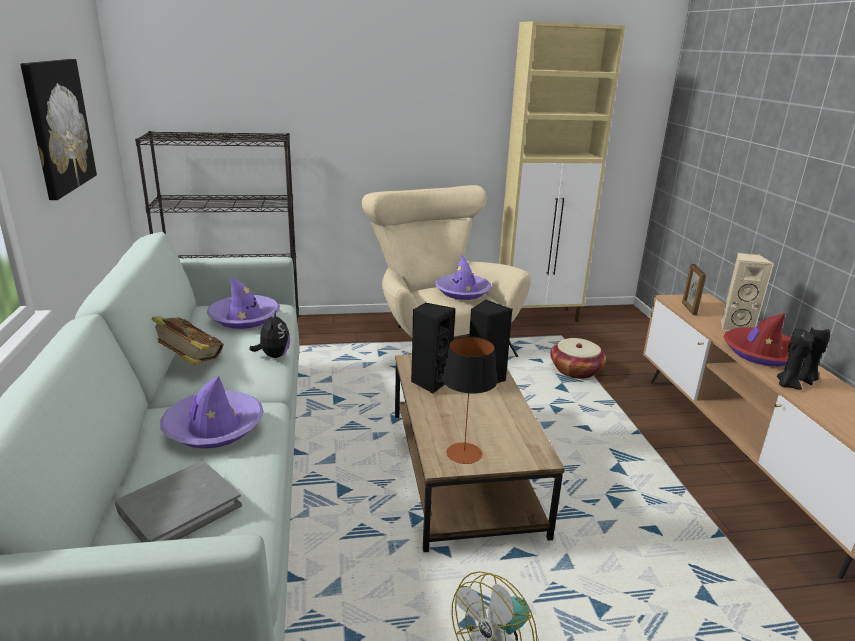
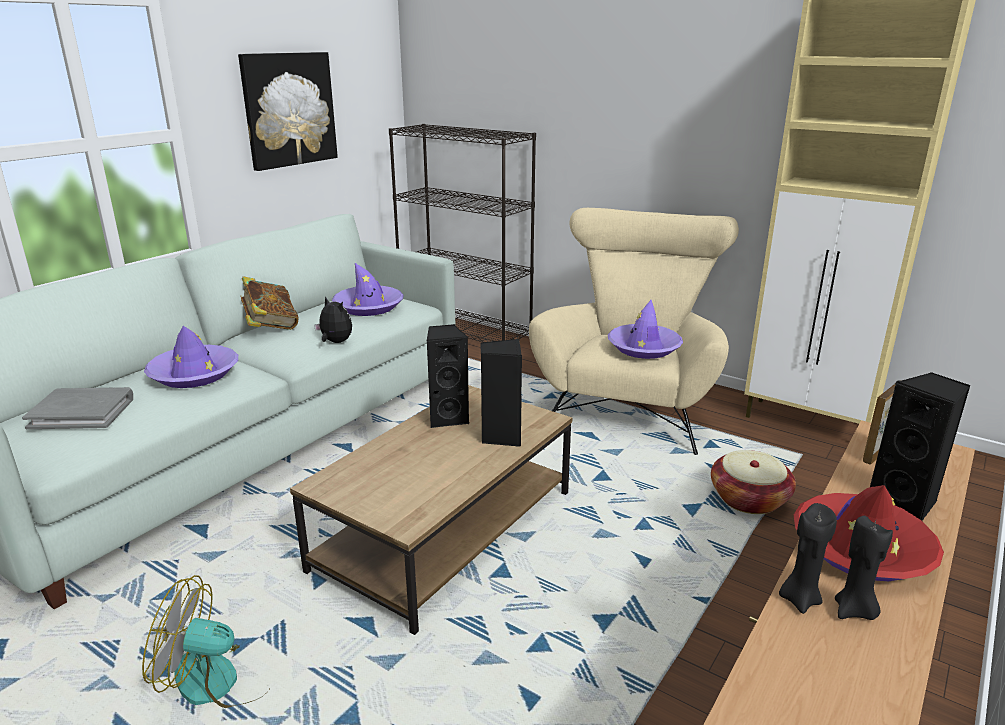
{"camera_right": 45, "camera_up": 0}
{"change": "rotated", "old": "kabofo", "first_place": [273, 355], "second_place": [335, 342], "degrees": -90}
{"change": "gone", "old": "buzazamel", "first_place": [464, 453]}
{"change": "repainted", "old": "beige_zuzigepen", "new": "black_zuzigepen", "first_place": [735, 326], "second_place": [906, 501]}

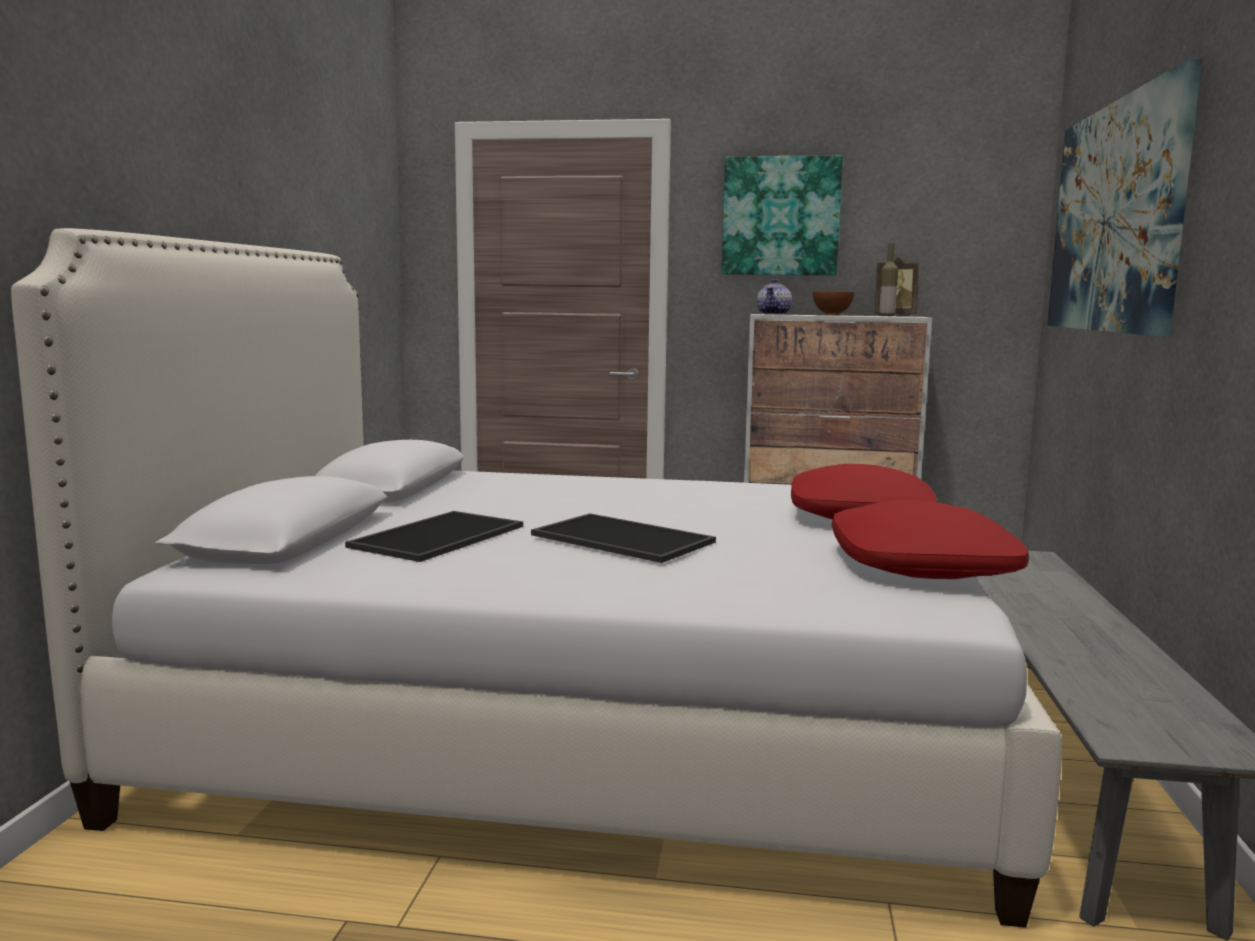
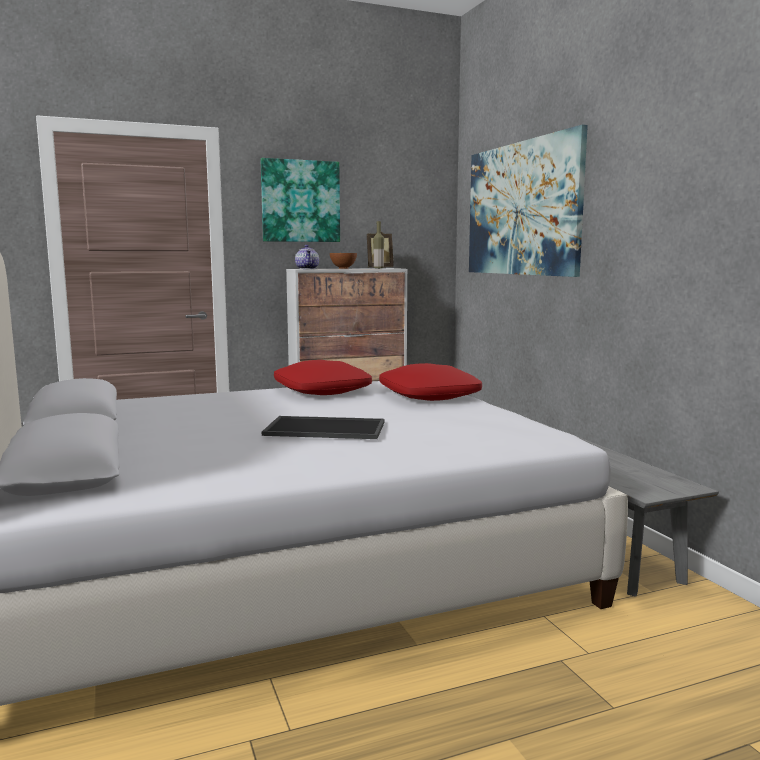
{"camera_right": -30, "camera_up": 0}
{"change": "gone", "old": "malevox", "first_place": [439, 537]}
{"change": "shifted", "old": "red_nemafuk", "first_place": [920, 565], "second_place": [321, 391]}

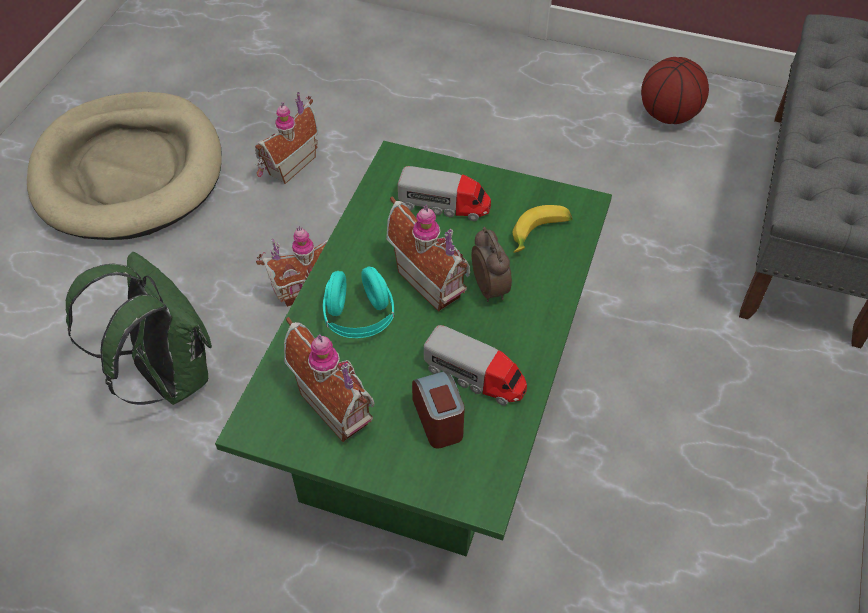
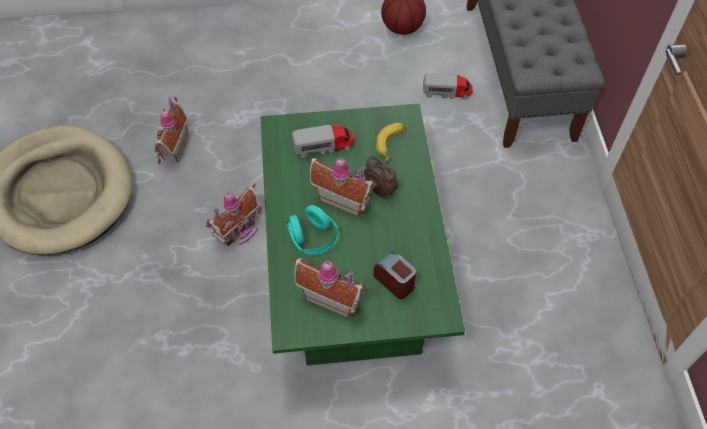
{"camera_right": -25, "camera_up": 5}
{"change": "gone", "old": "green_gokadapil", "first_place": [167, 376]}
{"change": "shifted", "old": "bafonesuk", "first_place": [475, 376], "second_place": [447, 92]}

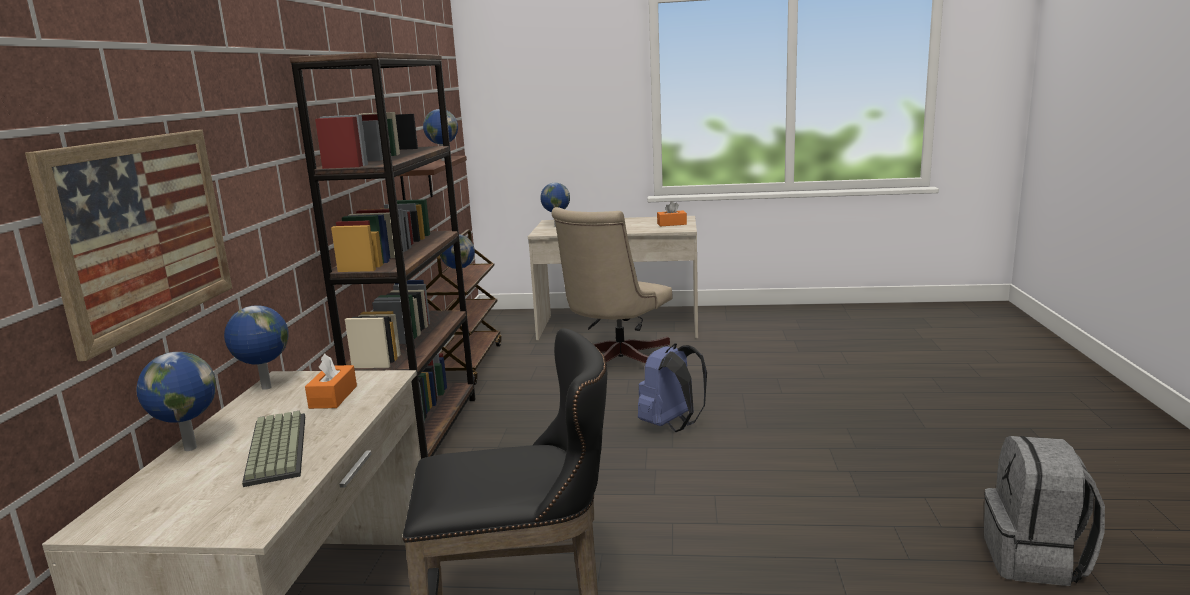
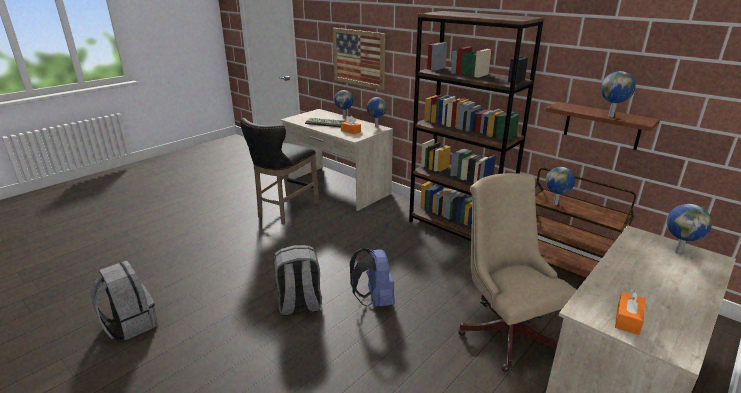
{"camera_right": 125, "camera_up": 10}
{"change": "new", "new": "grey_gokadapil", "second_place": [299, 305]}

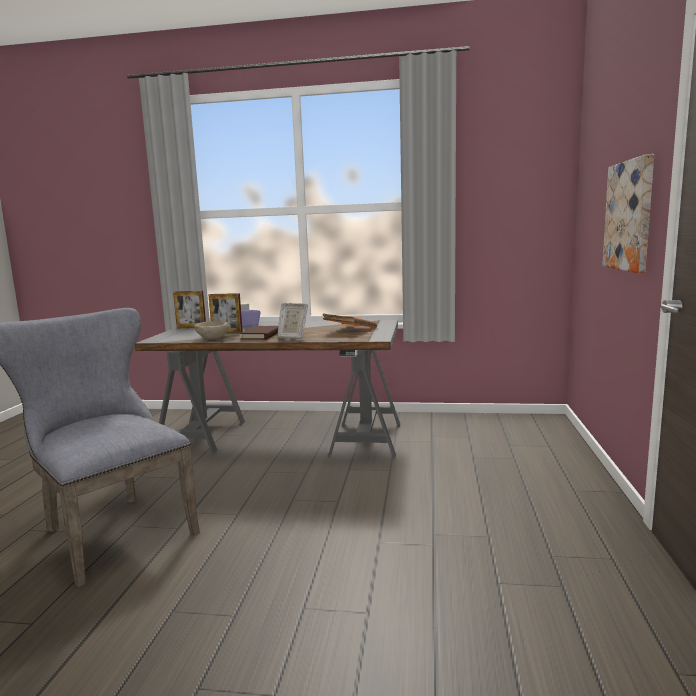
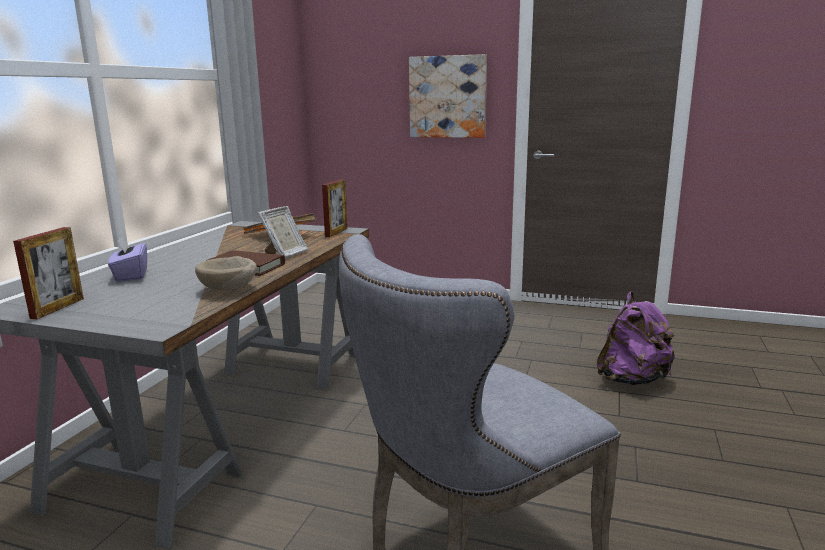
{"camera_right": -80, "camera_up": 5}
{"change": "shifted", "old": "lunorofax", "first_place": [227, 333], "second_place": [336, 232]}
{"change": "new", "new": "purple_gokadapil", "second_place": [632, 380]}

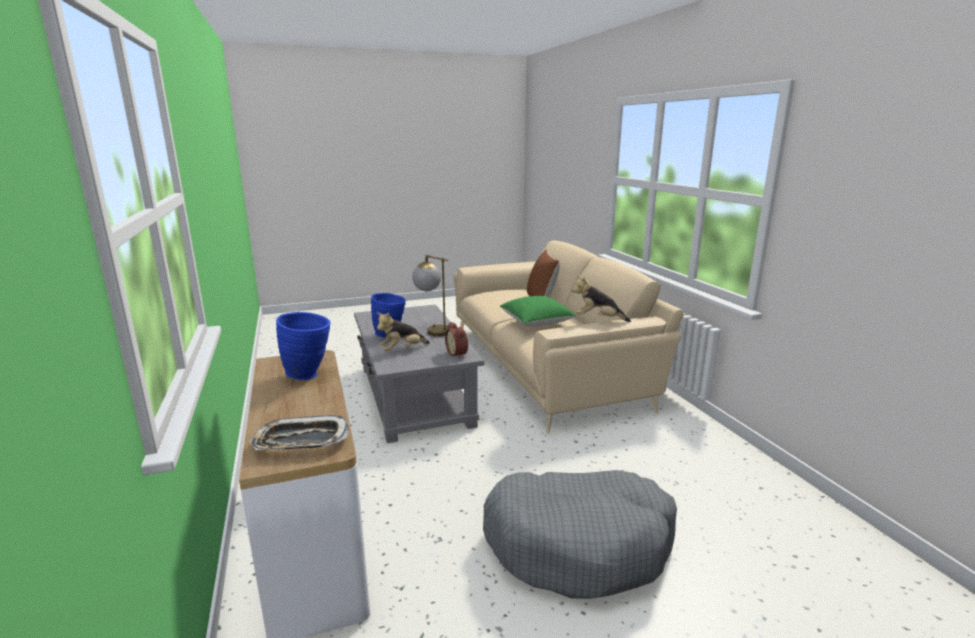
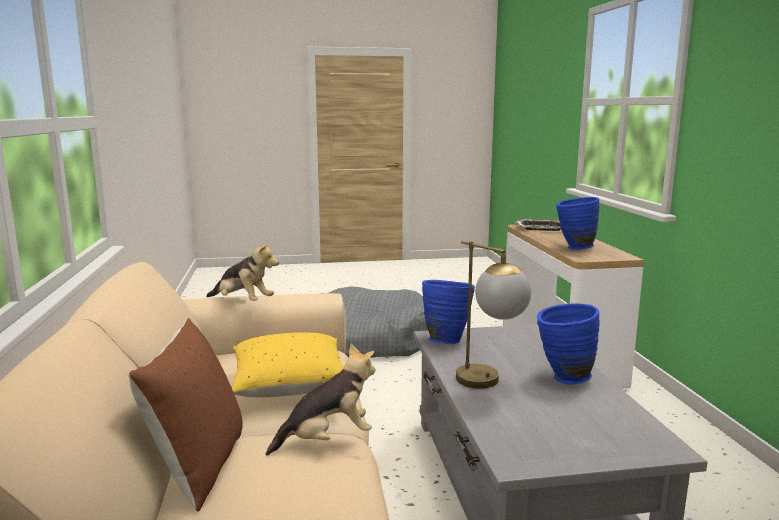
{"camera_right": -170, "camera_up": -5}
{"change": "shifted", "old": "kabofo", "first_place": [402, 350], "second_place": [328, 439]}
{"change": "swapped", "old": "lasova", "new": "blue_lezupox", "first_place": [458, 354], "second_place": [446, 340]}
{"change": "repainted", "old": "green_nemafuk", "new": "yellow_nemafuk", "first_place": [536, 322], "second_place": [289, 386]}

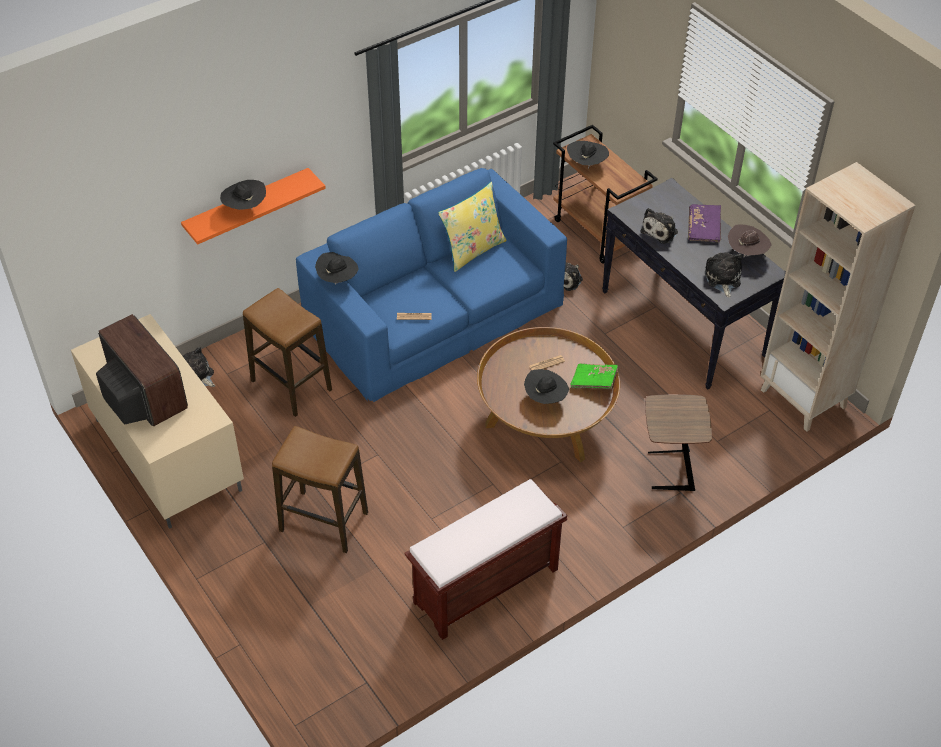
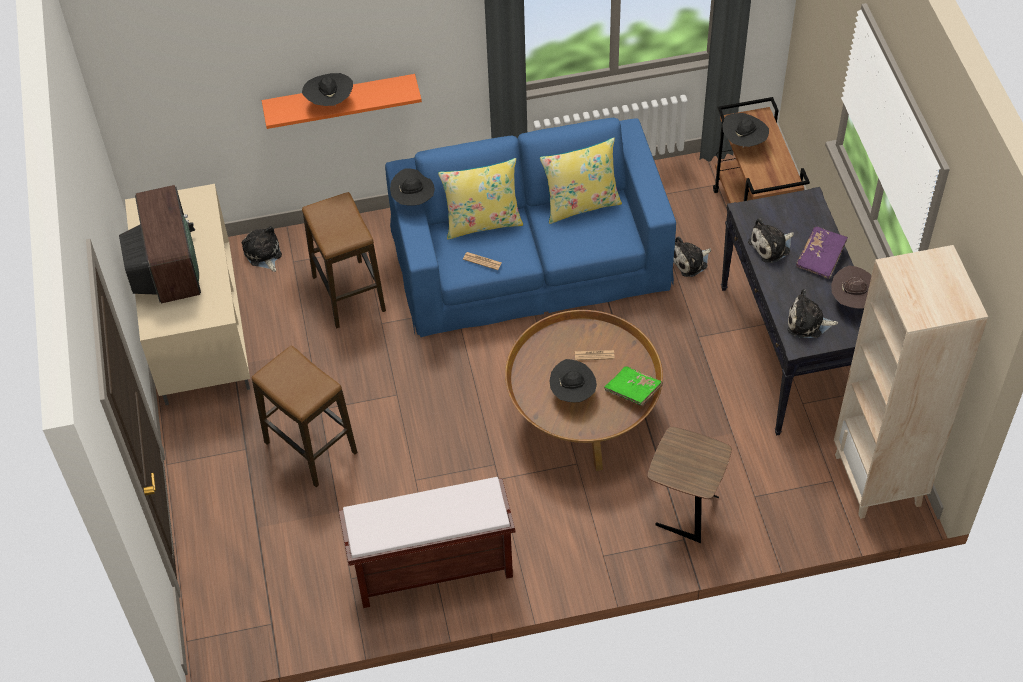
{"camera_right": 25, "camera_up": 5}
{"change": "rotated", "old": "kabofo", "first_place": [722, 279], "second_place": [808, 323], "degrees": -105}
{"change": "new", "new": "yellow_nemafuk", "second_place": [482, 222]}

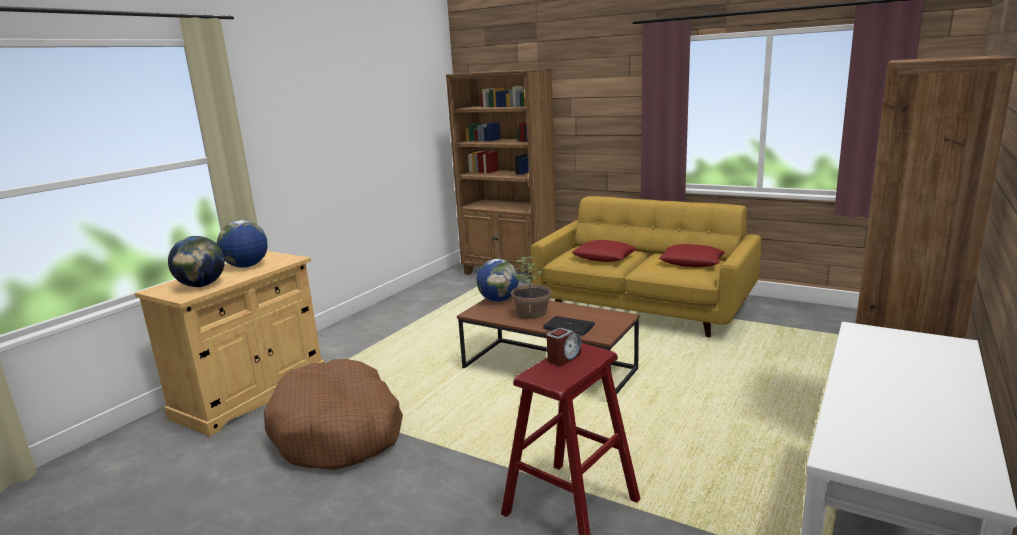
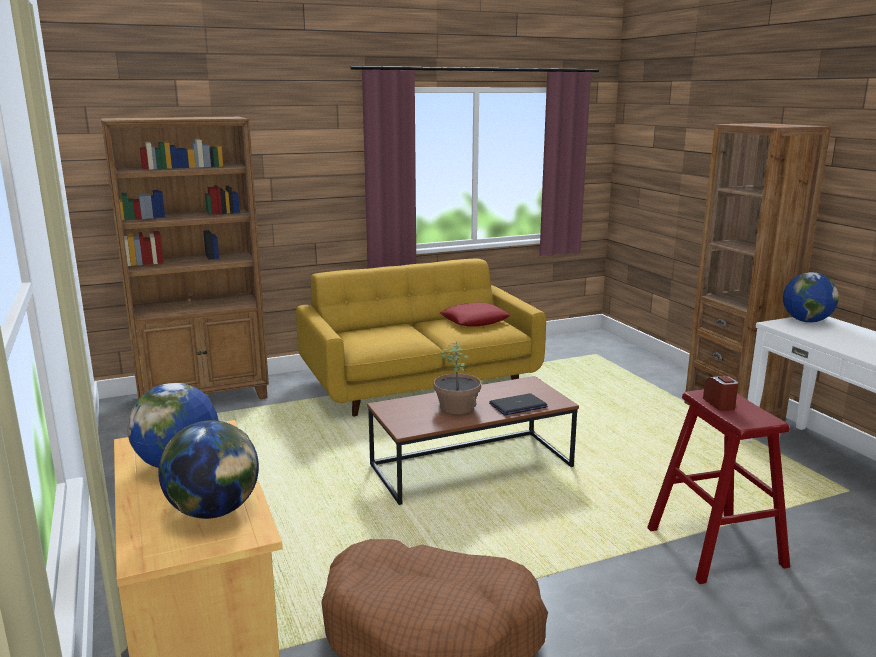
{"camera_right": -55, "camera_up": 0}
{"change": "shifted", "old": "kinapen", "first_place": [498, 300], "second_place": [806, 321]}
{"change": "gone", "old": "red_nemafuk", "first_place": [604, 257]}

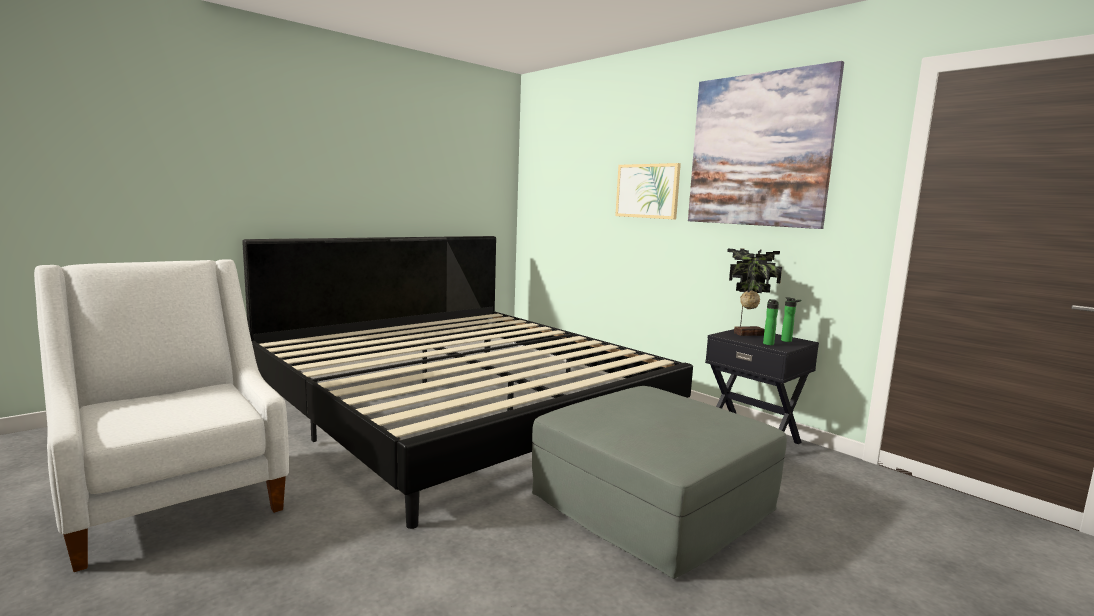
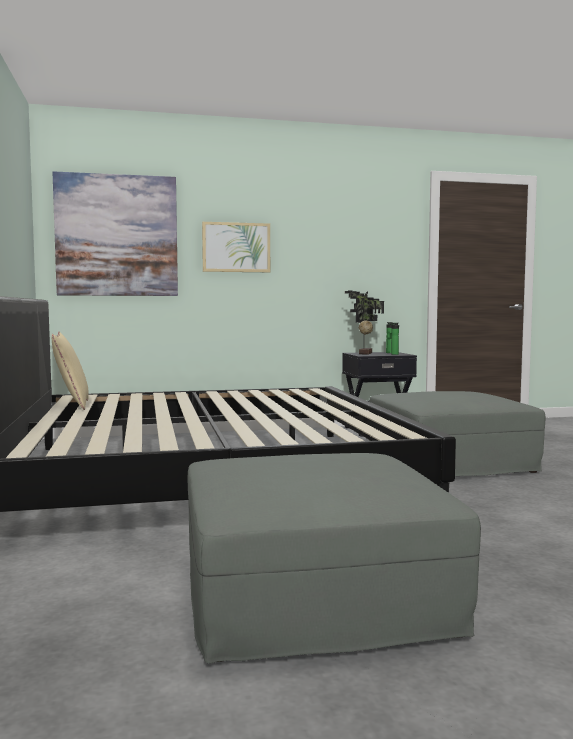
{"camera_right": -60, "camera_up": -5}
{"change": "swapped", "old": "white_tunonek", "new": "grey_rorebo", "first_place": [174, 498], "second_place": [311, 592]}
{"change": "shifted", "old": "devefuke", "first_place": [758, 150], "second_place": [117, 235]}
{"change": "new", "new": "beige_nemafuk", "second_place": [72, 405]}

